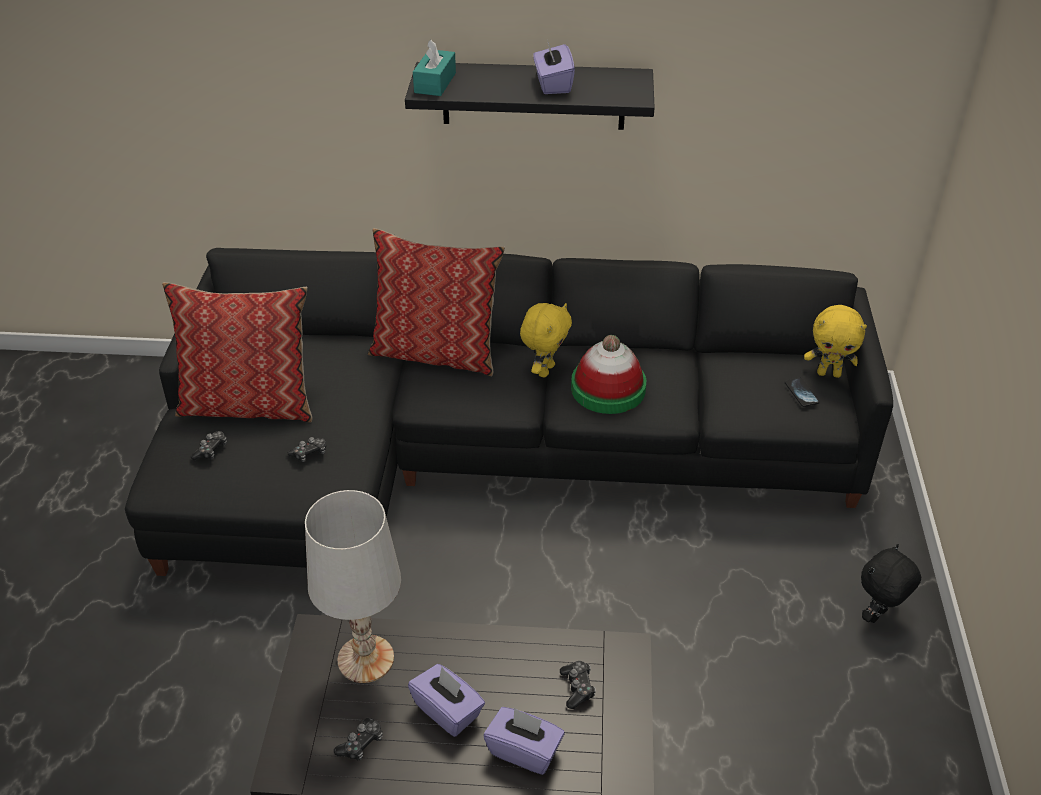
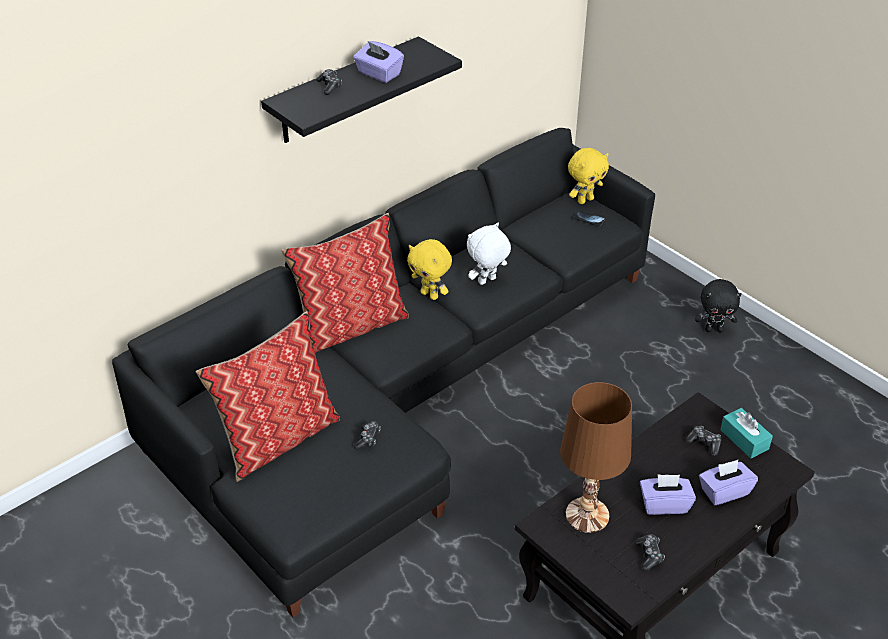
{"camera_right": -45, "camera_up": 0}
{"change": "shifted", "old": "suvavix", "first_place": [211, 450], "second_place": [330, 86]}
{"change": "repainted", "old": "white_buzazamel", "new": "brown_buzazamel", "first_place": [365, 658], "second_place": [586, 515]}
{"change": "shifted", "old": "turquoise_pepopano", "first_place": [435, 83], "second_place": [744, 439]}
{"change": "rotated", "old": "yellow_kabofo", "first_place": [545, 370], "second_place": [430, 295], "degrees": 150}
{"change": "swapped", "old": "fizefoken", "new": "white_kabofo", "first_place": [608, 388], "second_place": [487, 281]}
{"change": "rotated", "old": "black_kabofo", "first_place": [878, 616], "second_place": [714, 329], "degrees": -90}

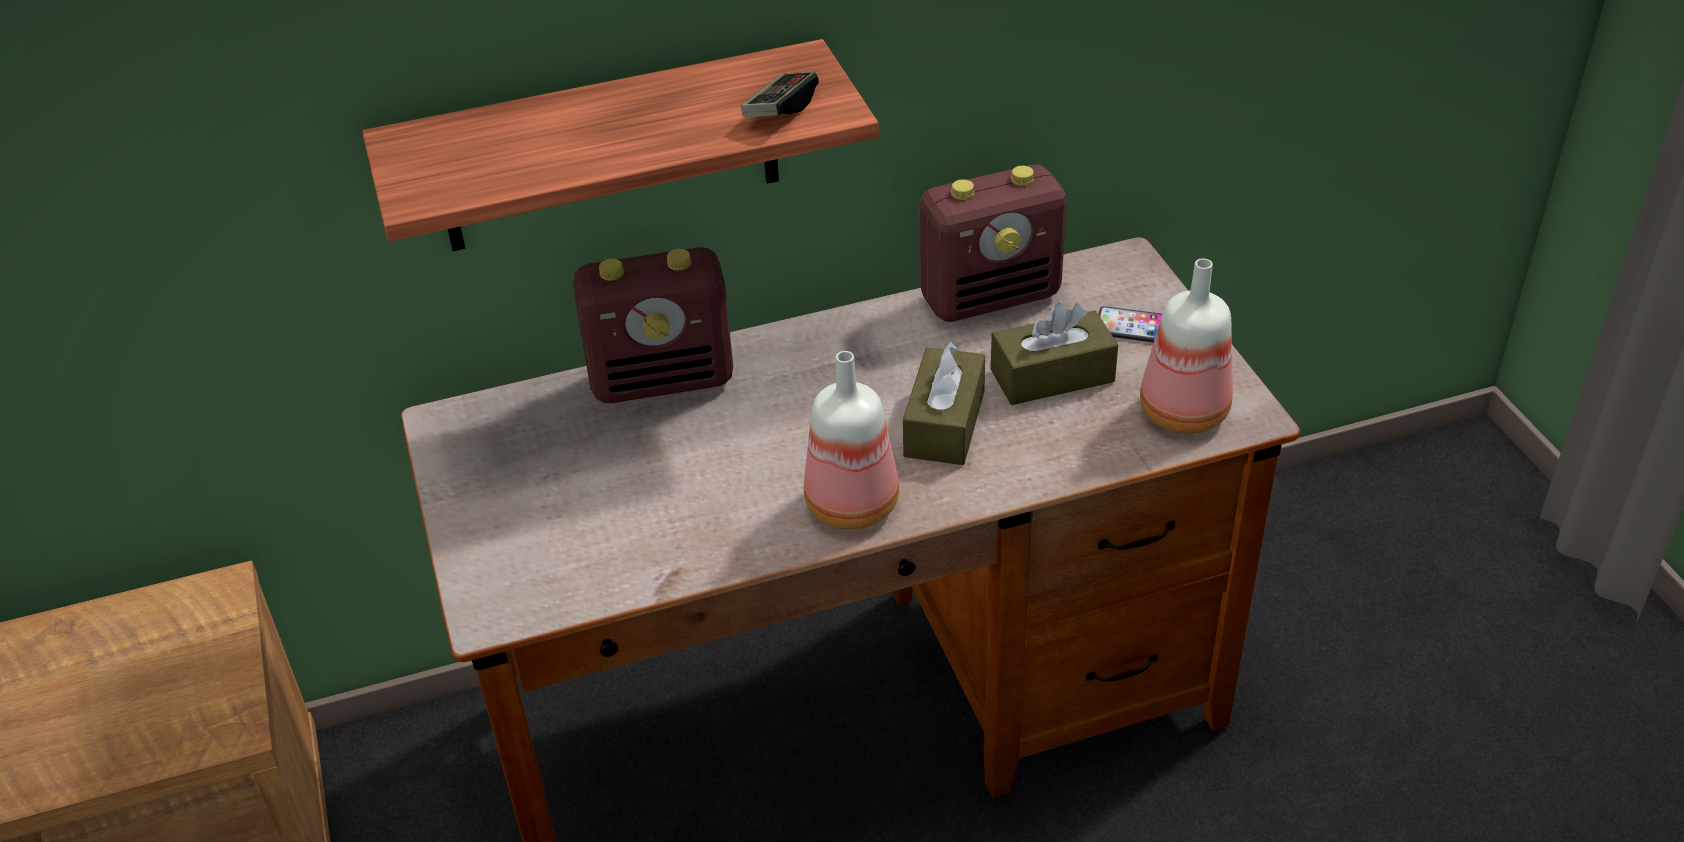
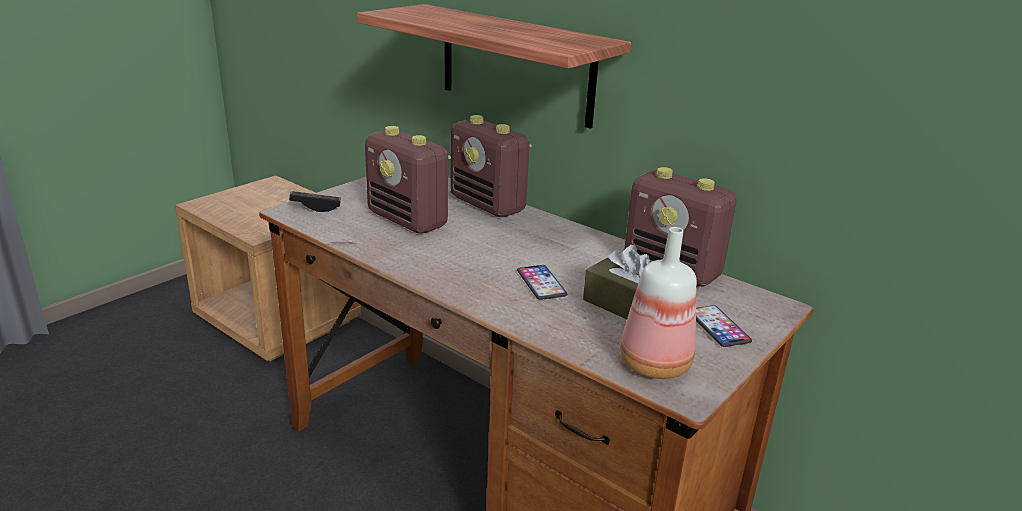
{"camera_right": 55, "camera_up": -15}
{"change": "shifted", "old": "suvavix", "first_place": [780, 109], "second_place": [316, 207]}
{"change": "gone", "old": "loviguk", "first_place": [851, 503]}
{"change": "swapped", "old": "brown_pepopano", "new": "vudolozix", "first_place": [944, 424], "second_place": [541, 283]}
{"change": "new", "new": "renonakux", "second_place": [408, 220]}

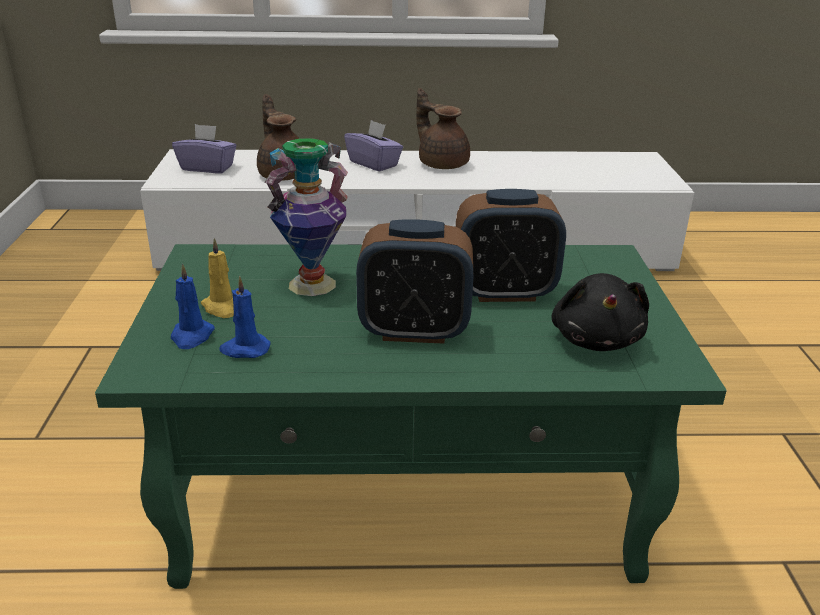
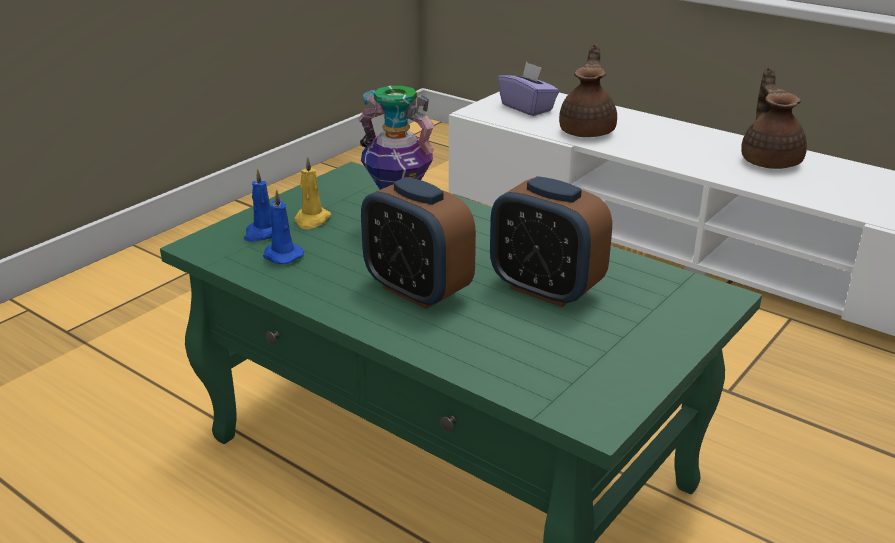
{"camera_right": 40, "camera_up": 0}
{"change": "gone", "old": "purple_pepopano", "first_place": [374, 164]}
{"change": "gone", "old": "black_kabofo", "first_place": [596, 339]}

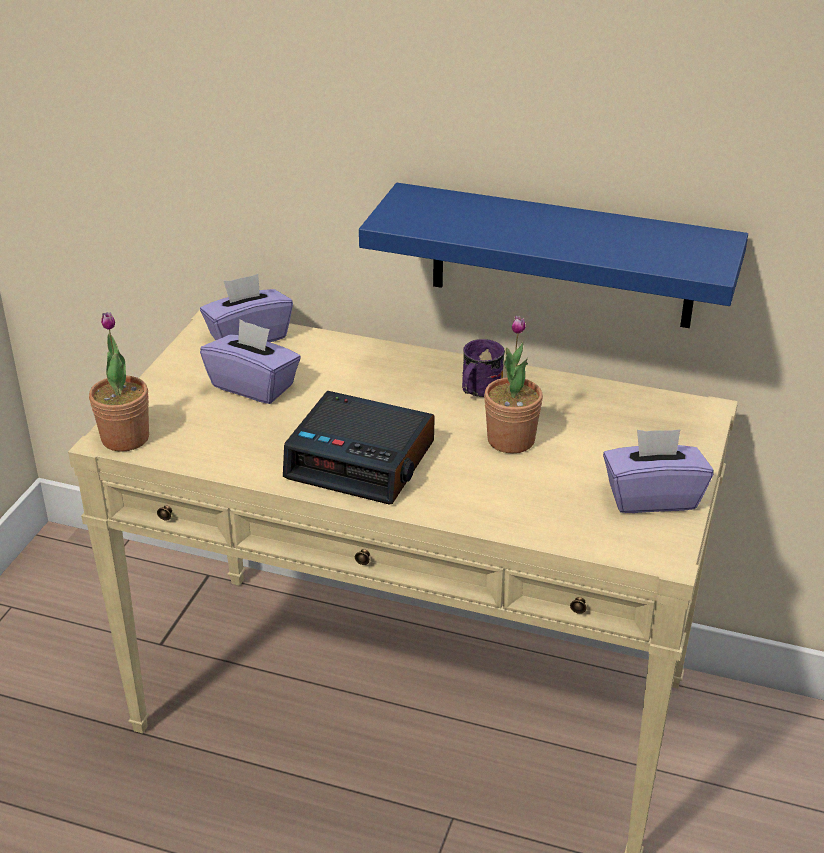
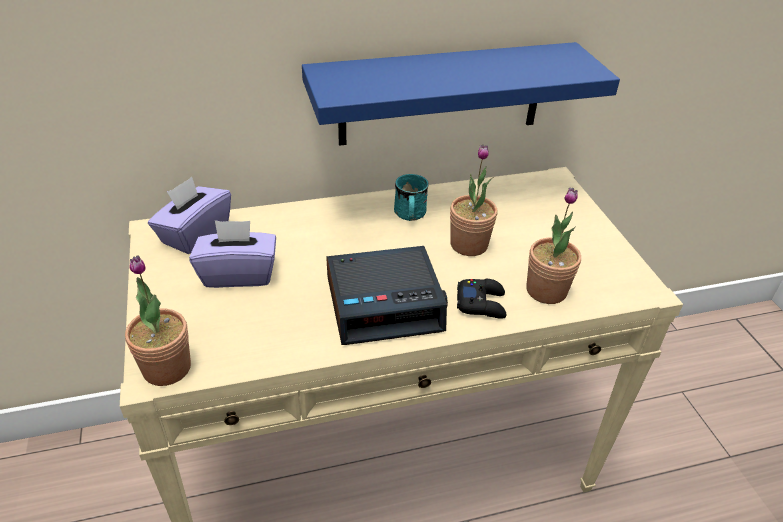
{"camera_right": -35, "camera_up": 5}
{"change": "repainted", "old": "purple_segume", "new": "turquoise_segume", "first_place": [477, 391], "second_place": [409, 216]}
{"change": "gone", "old": "purple_pepopano", "first_place": [652, 497]}
{"change": "new", "new": "black_suvavix", "second_place": [481, 303]}
{"change": "new", "new": "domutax", "second_place": [546, 290]}

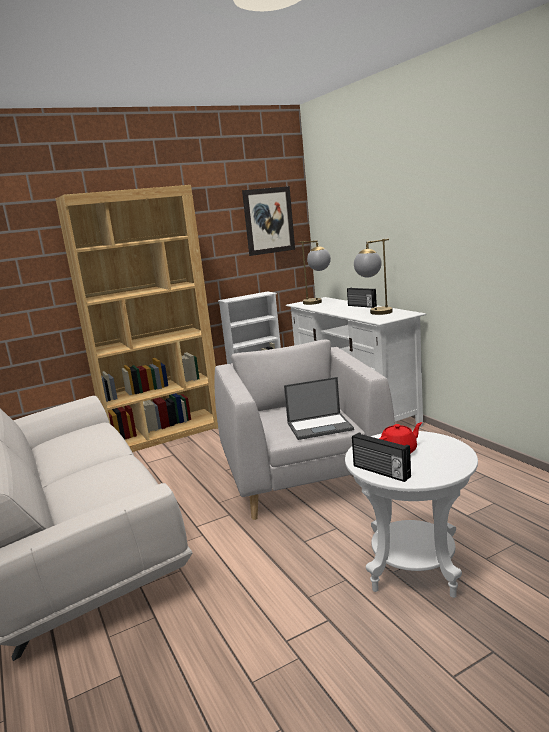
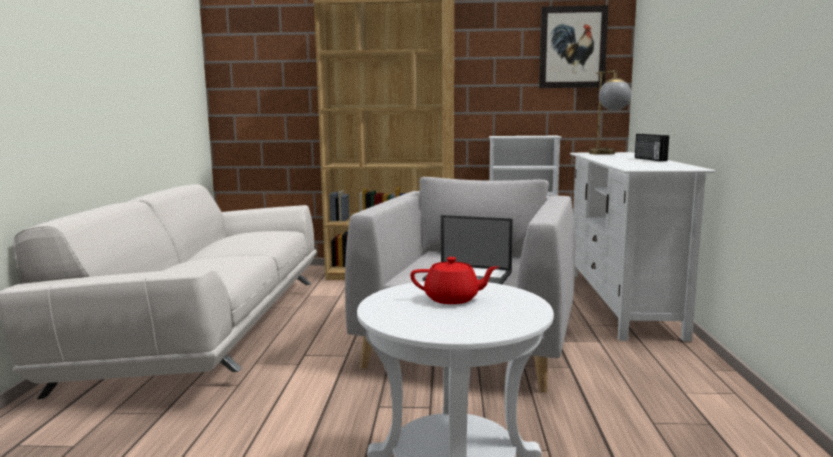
{"camera_right": 30, "camera_up": -5}
{"change": "gone", "old": "renonakux", "first_place": [380, 472]}
{"change": "gone", "old": "buzazamel", "first_place": [375, 314]}

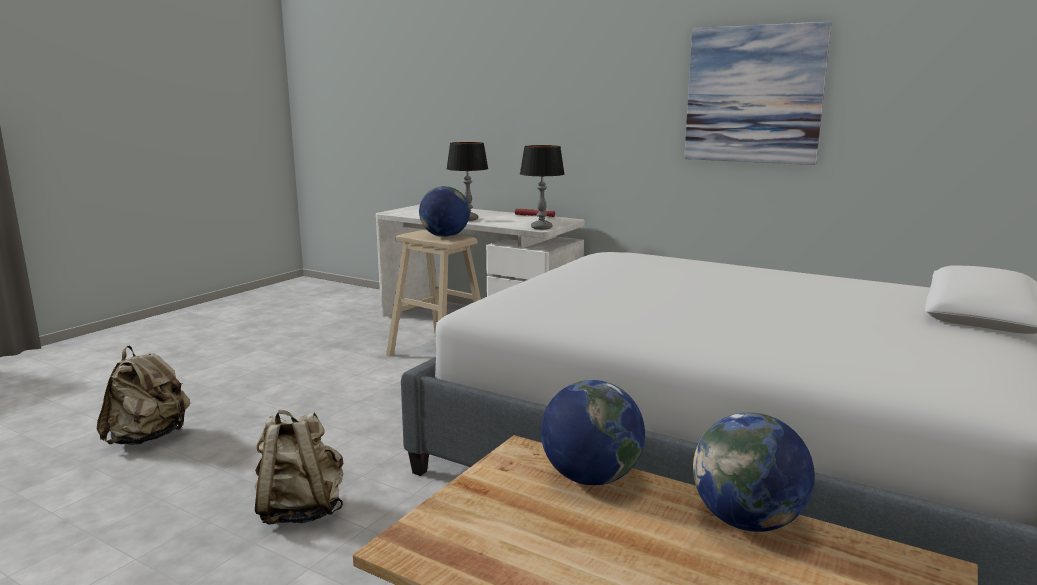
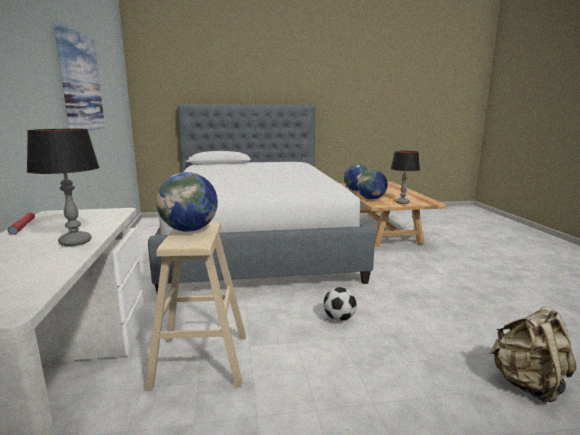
{"camera_right": -130, "camera_up": 0}
{"change": "gone", "old": "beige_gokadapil", "first_place": [301, 511]}
{"change": "shifted", "old": "buzazamel", "first_place": [541, 228], "second_place": [402, 202]}
{"change": "new", "new": "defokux", "second_place": [339, 318]}

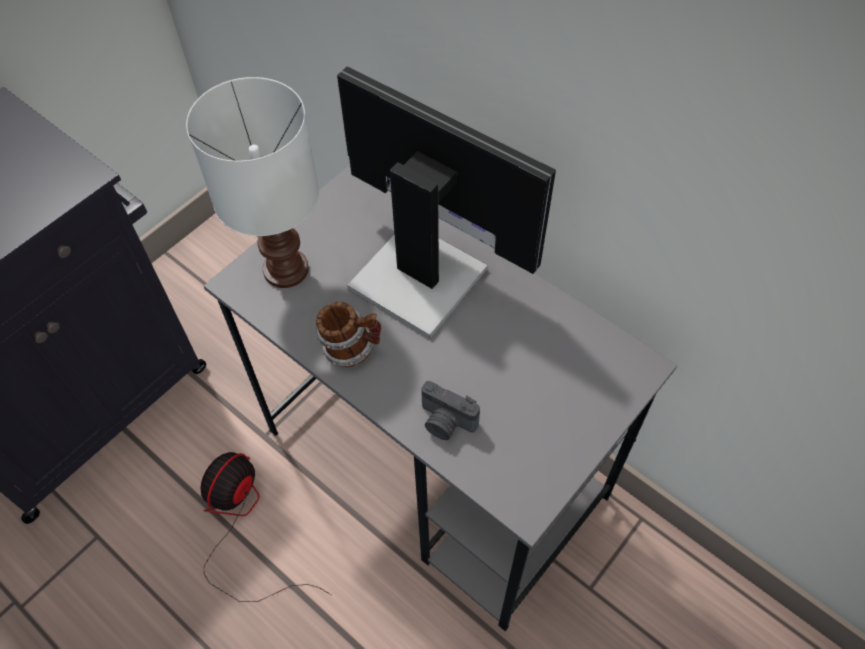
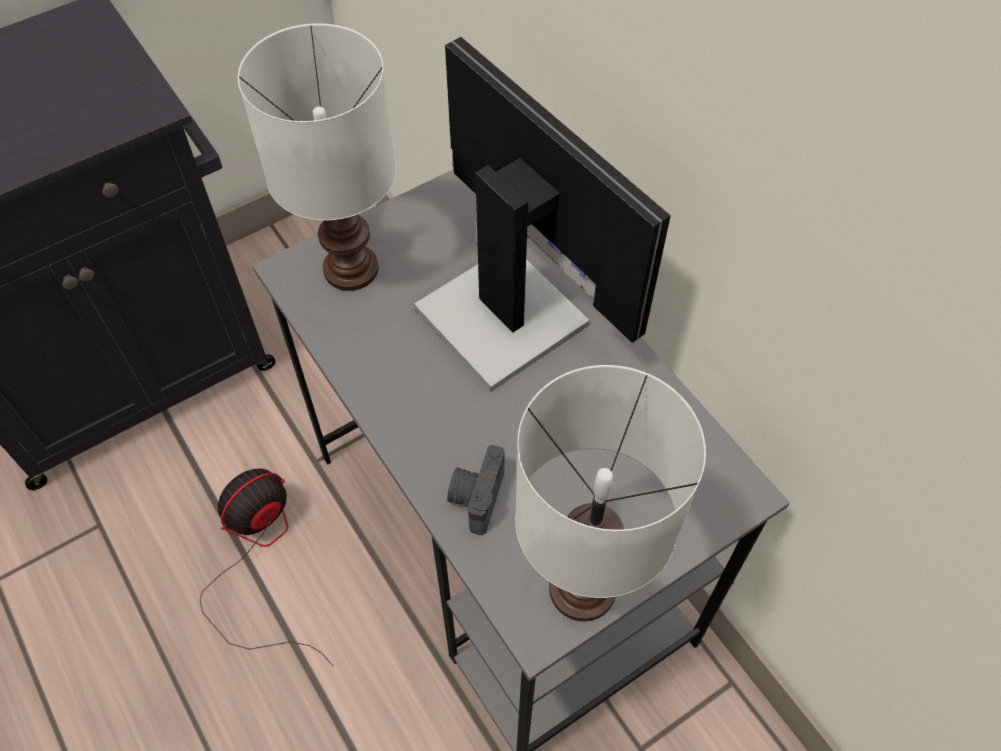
{"camera_right": 15, "camera_up": 0}
{"change": "gone", "old": "segume", "first_place": [352, 348]}
{"change": "rotated", "old": "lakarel", "first_place": [445, 422], "second_place": [476, 497], "degrees": 60}
{"change": "new", "new": "white_buzazamel", "second_place": [584, 587]}

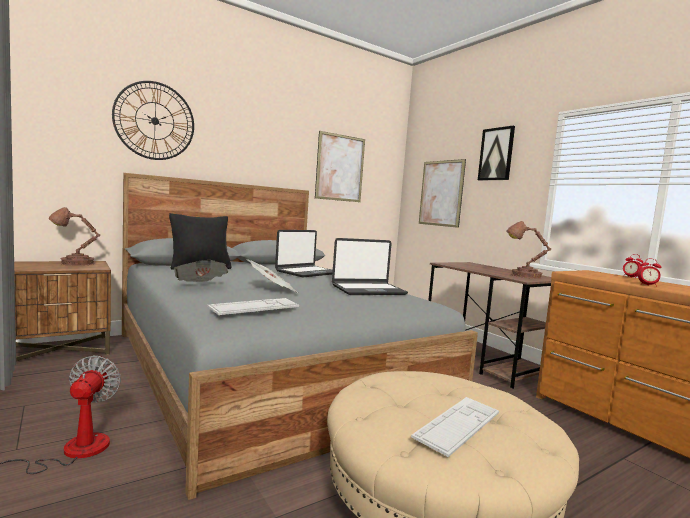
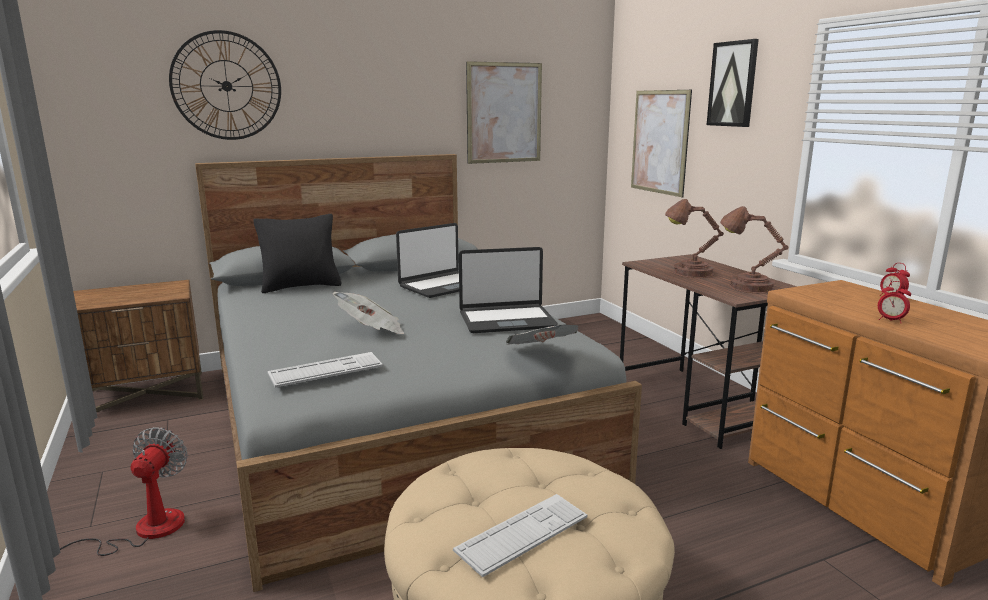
{"camera_right": 10, "camera_up": 10}
{"change": "shifted", "old": "brown_buzazamel", "first_place": [74, 263], "second_place": [689, 273]}
{"change": "shifted", "old": "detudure", "first_place": [200, 286], "second_place": [541, 354]}

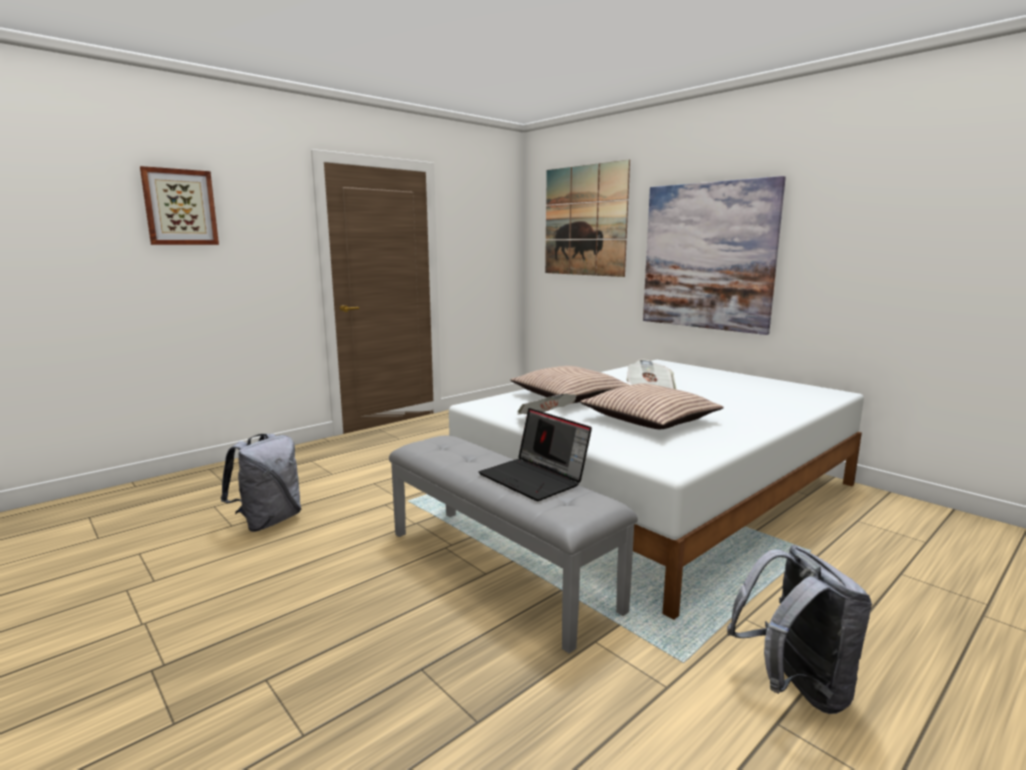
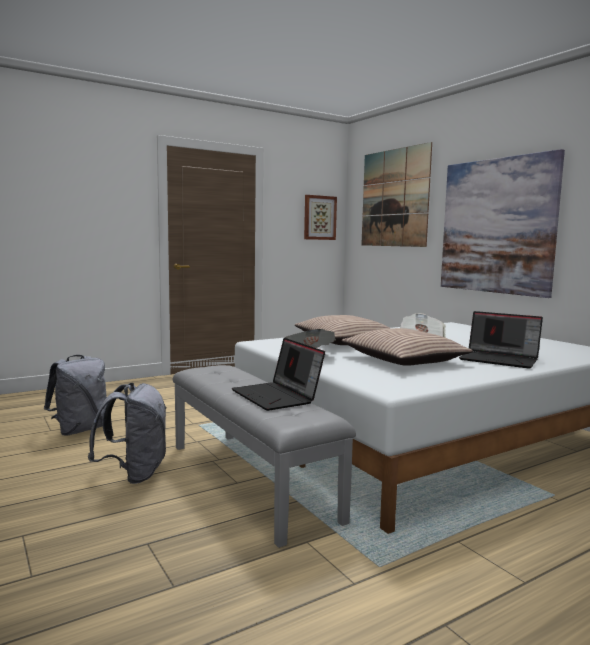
{"camera_right": 10, "camera_up": -5}
{"change": "shifted", "old": "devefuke", "first_place": [180, 207], "second_place": [319, 217]}
{"change": "shifted", "old": "grey_gokadapil", "first_place": [794, 687], "second_place": [134, 474]}
{"change": "new", "new": "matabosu", "second_place": [500, 359]}

